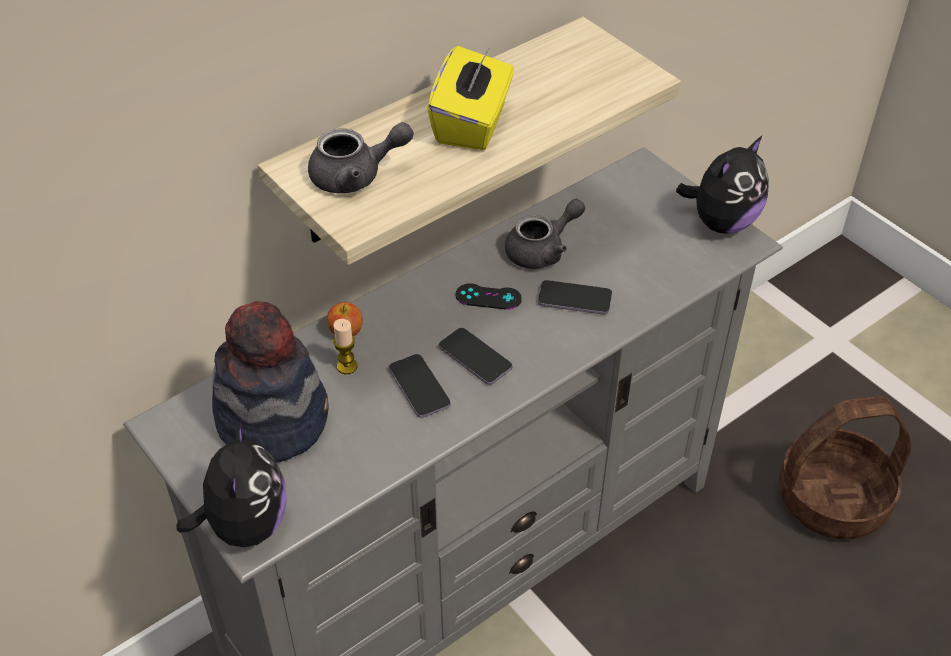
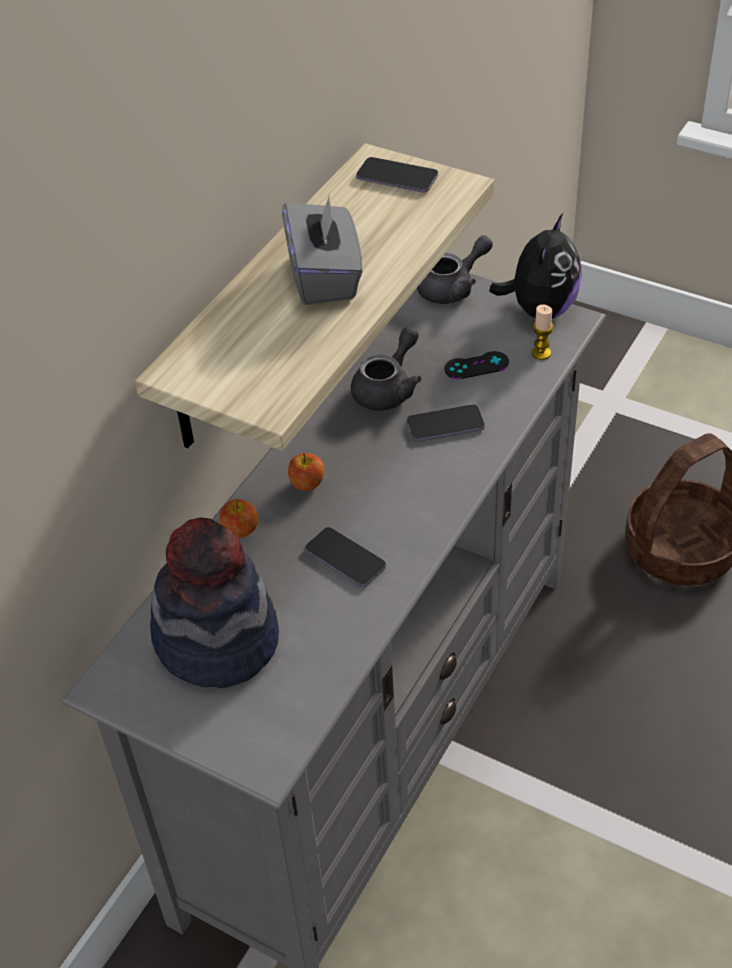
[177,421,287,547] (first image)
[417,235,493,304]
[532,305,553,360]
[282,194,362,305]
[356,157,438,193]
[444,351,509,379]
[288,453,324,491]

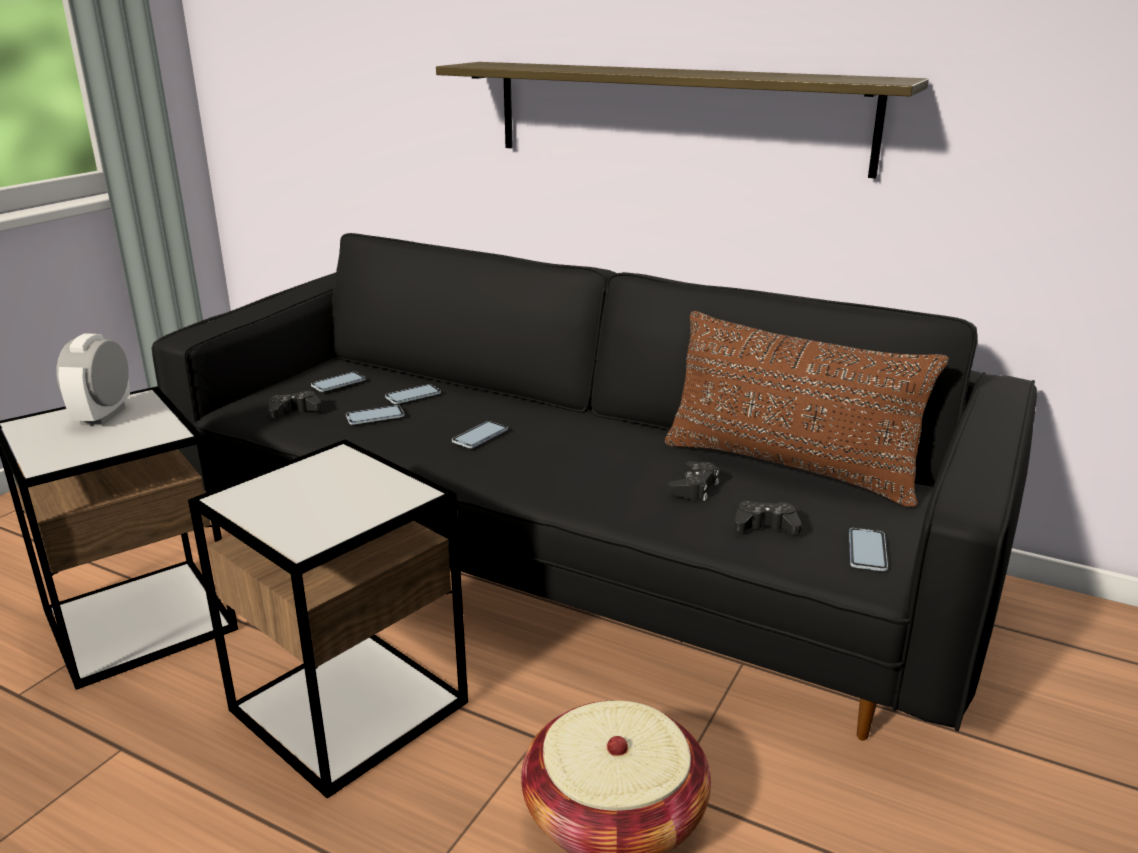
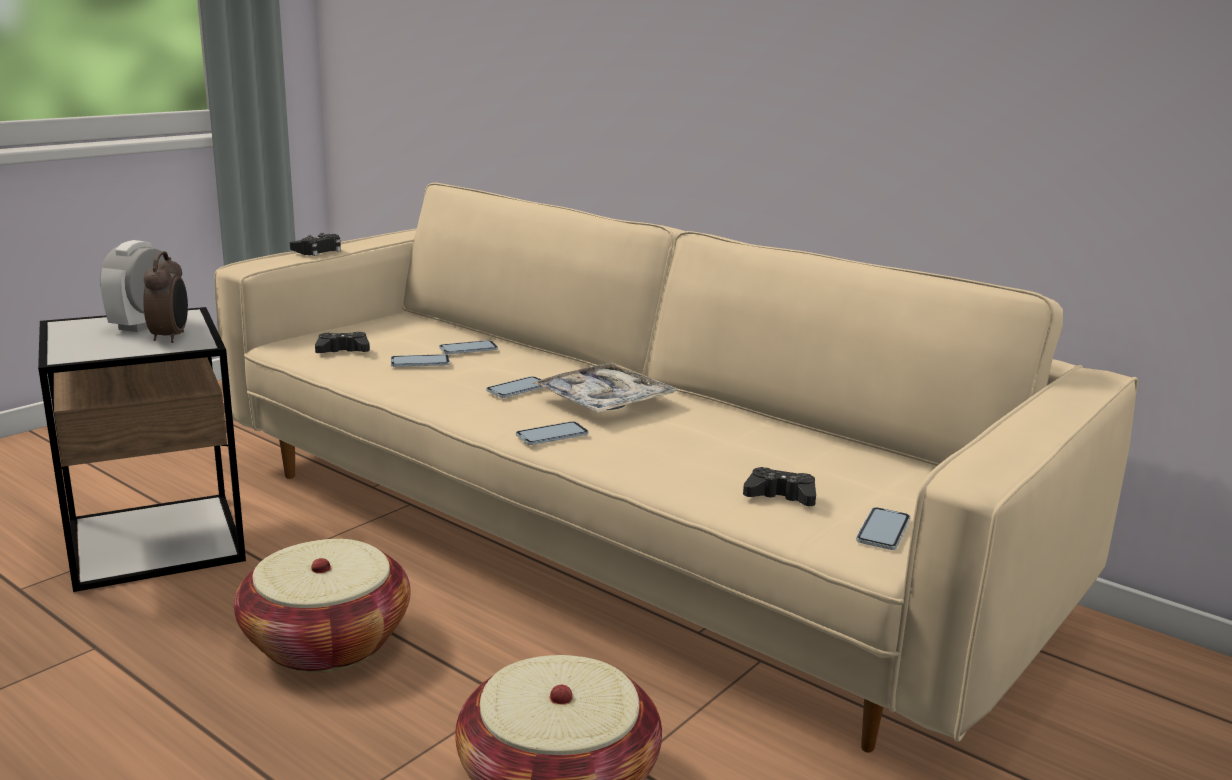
[214,183,1138,753]
[234,539,410,673]
[516,421,588,445]
[436,62,929,179] (first image)
[665,311,949,508] (first image)
[290,233,341,256]
[143,251,188,343]
[532,362,677,413]

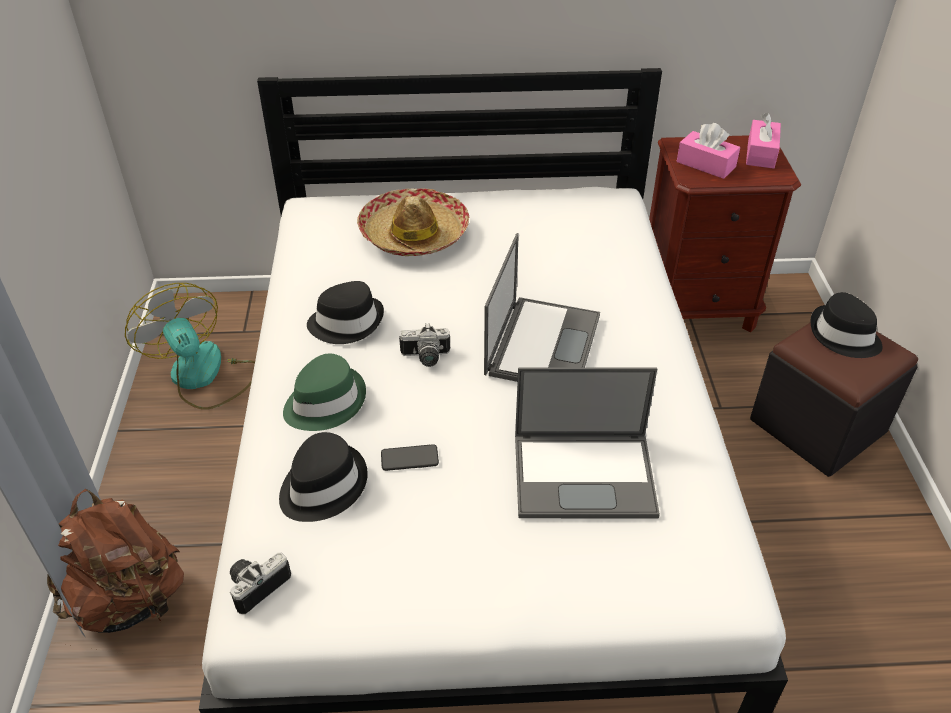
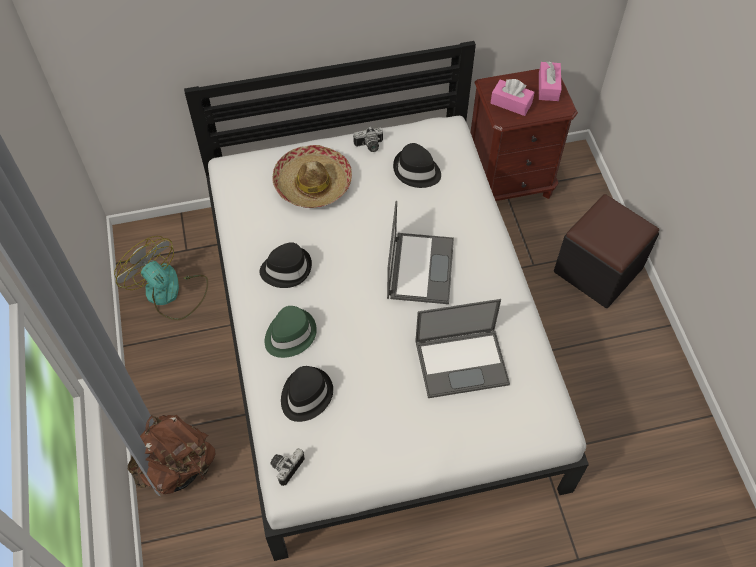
[381,444,439,471] (first image)
[353,126,383,152]
[393,143,441,188]

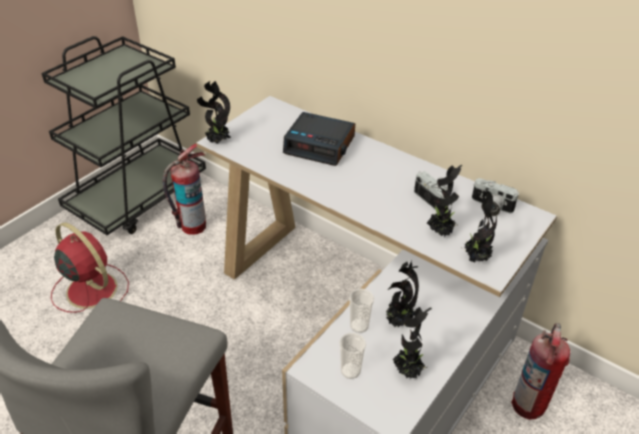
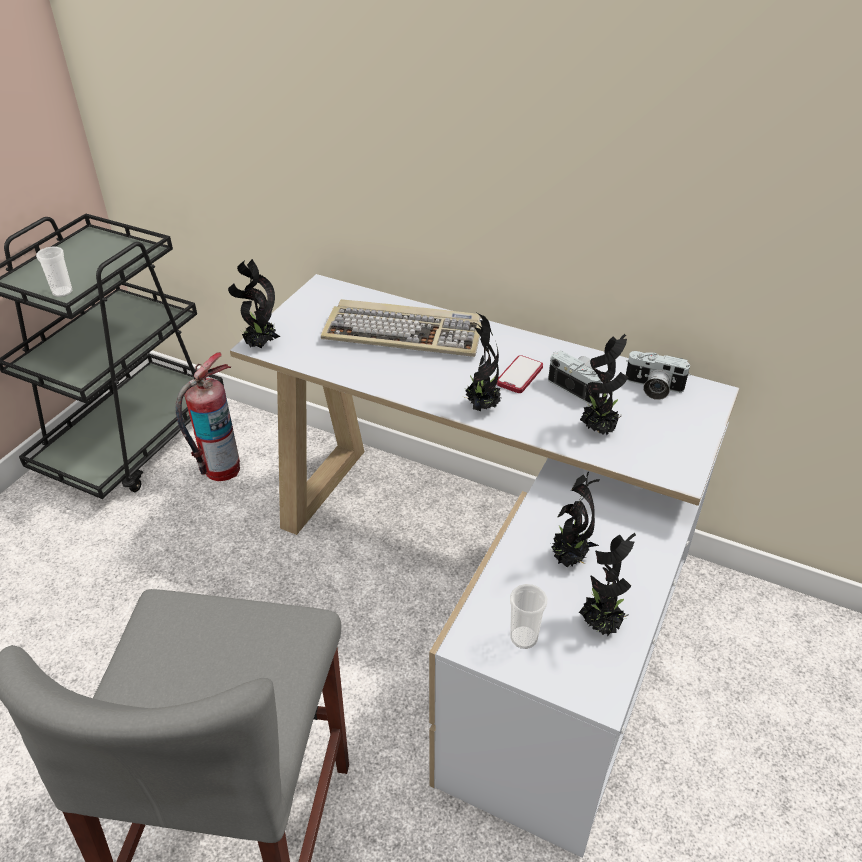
[51,222,129,313] (first image)
[321,299,482,357]
[36,247,72,297]
[465,313,501,411]
[511,323,570,419] (first image)
[497,355,543,393]

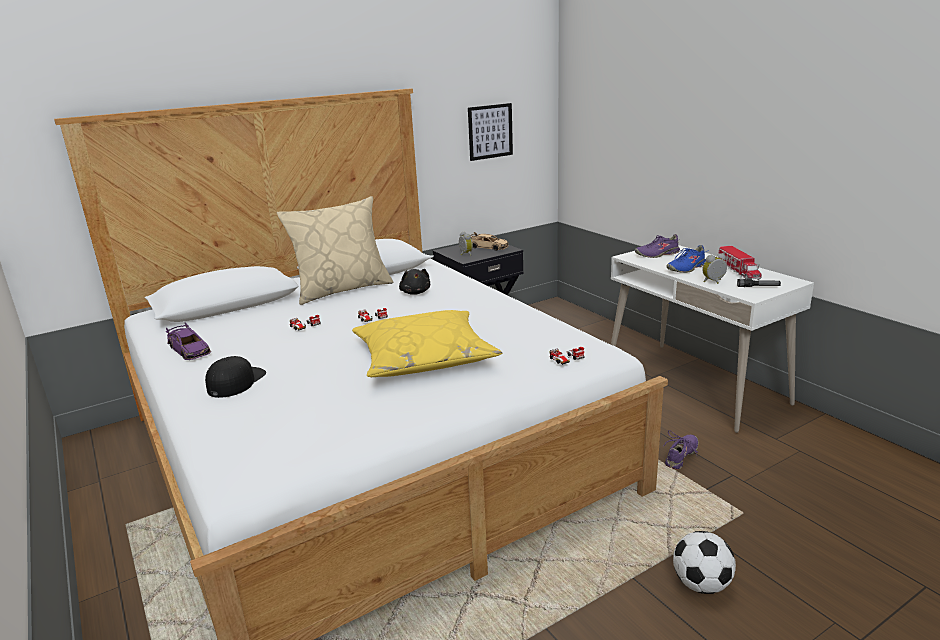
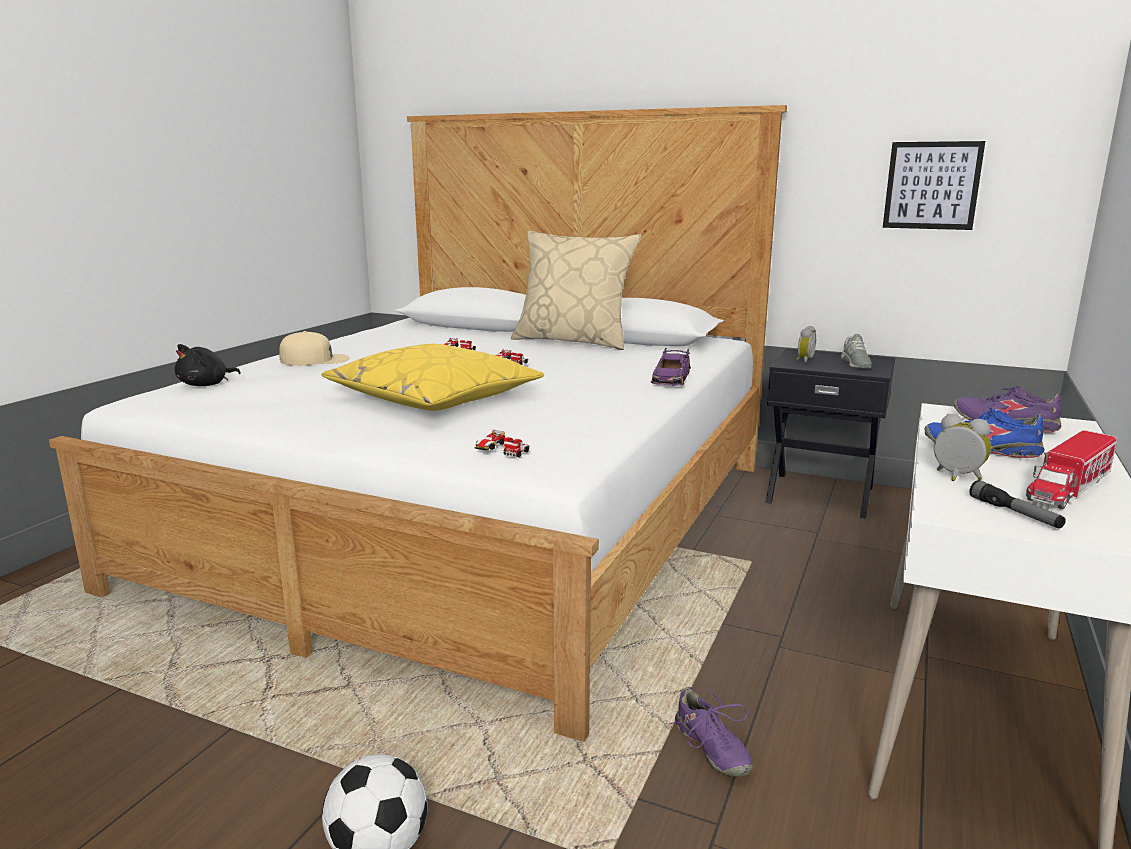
[651,348,691,386]
[279,331,349,366]
[175,344,241,386]
[841,334,872,368]
[669,687,753,777]

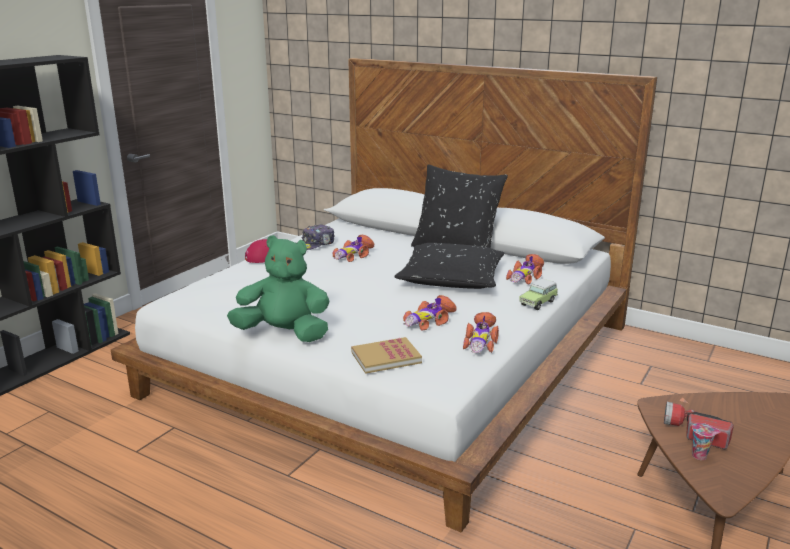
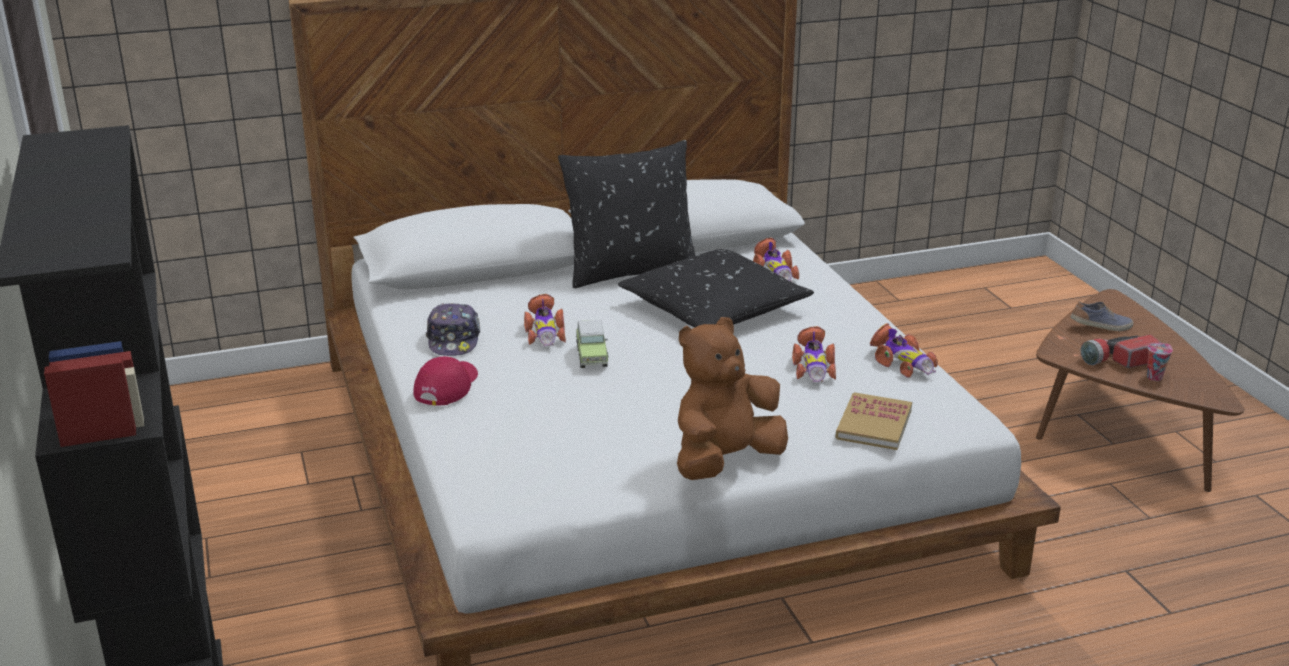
[677,317,788,480]
[576,320,608,368]
[1071,302,1133,331]

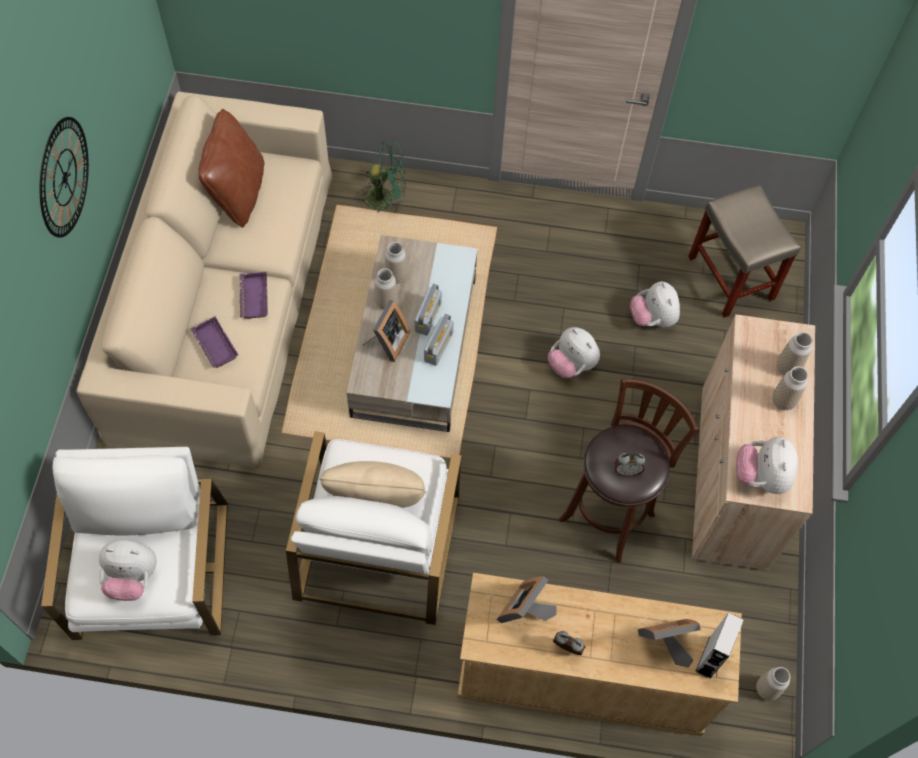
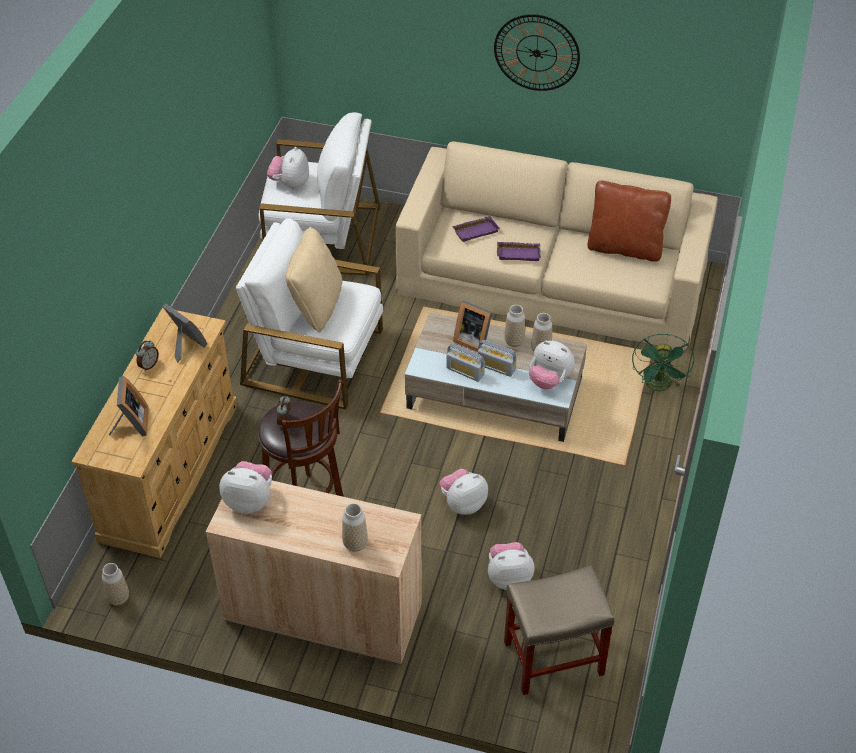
[695,612,743,679] (first image)
[772,366,808,410] (first image)
[529,341,575,389]

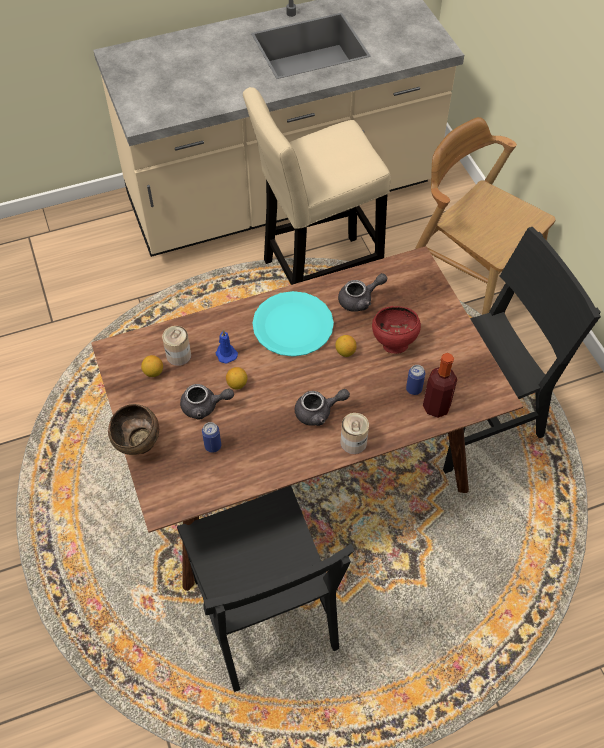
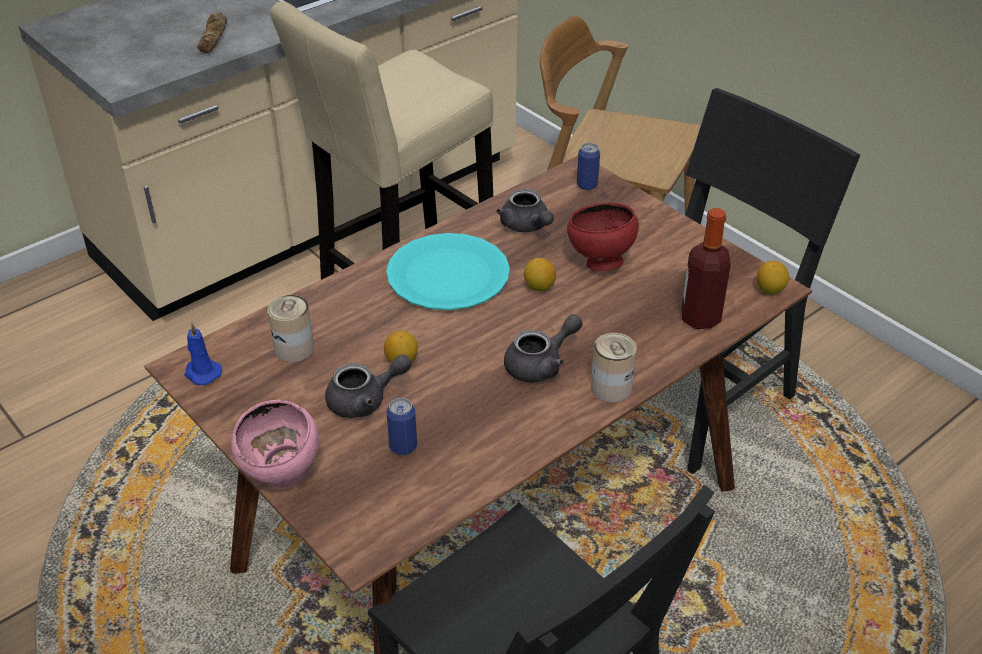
[231,400,319,488]
[757,261,789,295]
[184,323,222,385]
[496,189,554,232]
[577,143,600,190]
[197,12,227,53]

